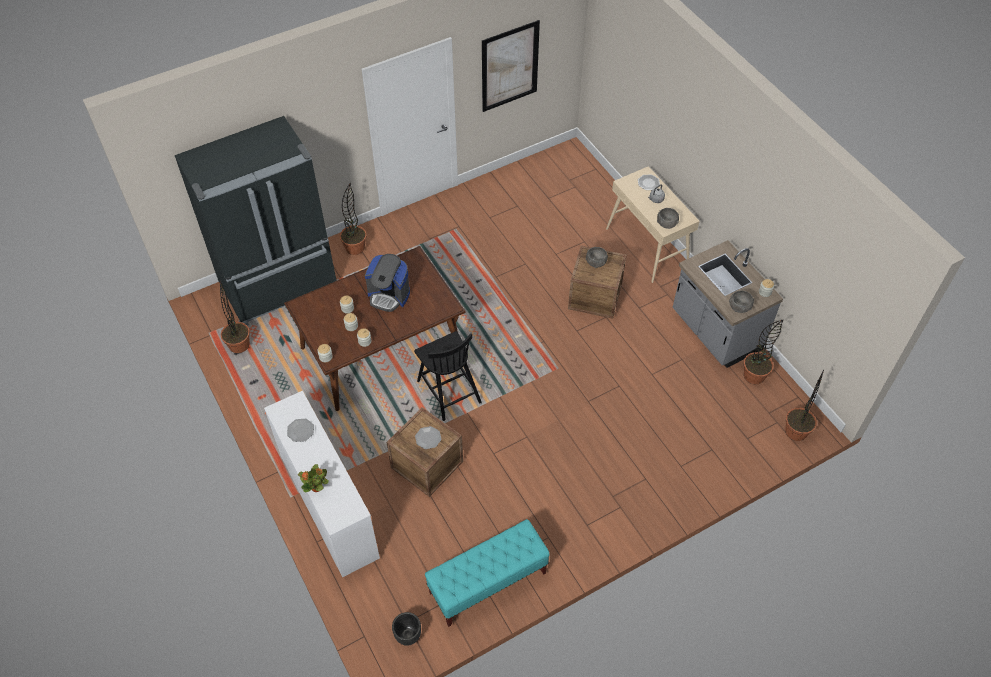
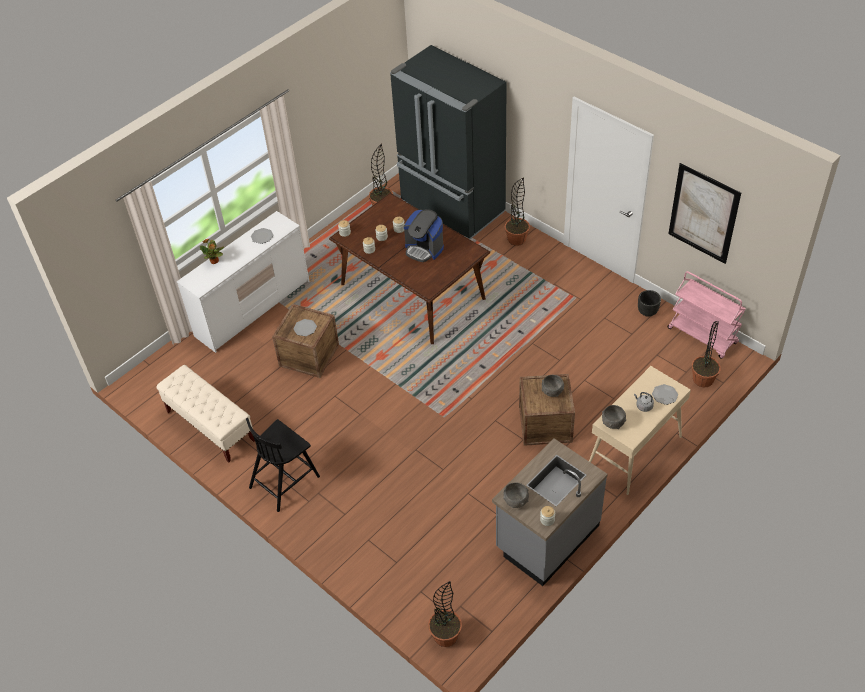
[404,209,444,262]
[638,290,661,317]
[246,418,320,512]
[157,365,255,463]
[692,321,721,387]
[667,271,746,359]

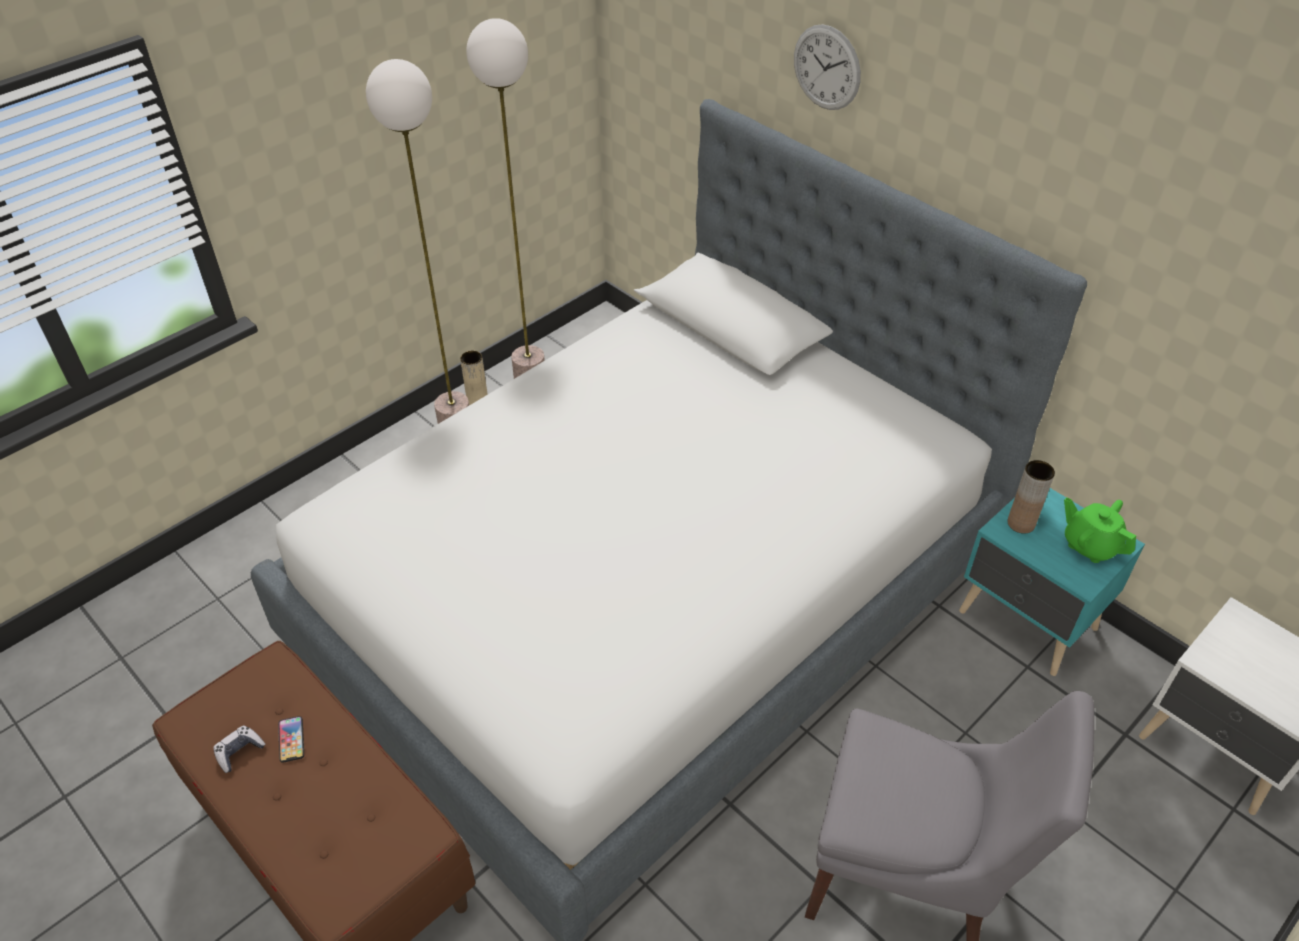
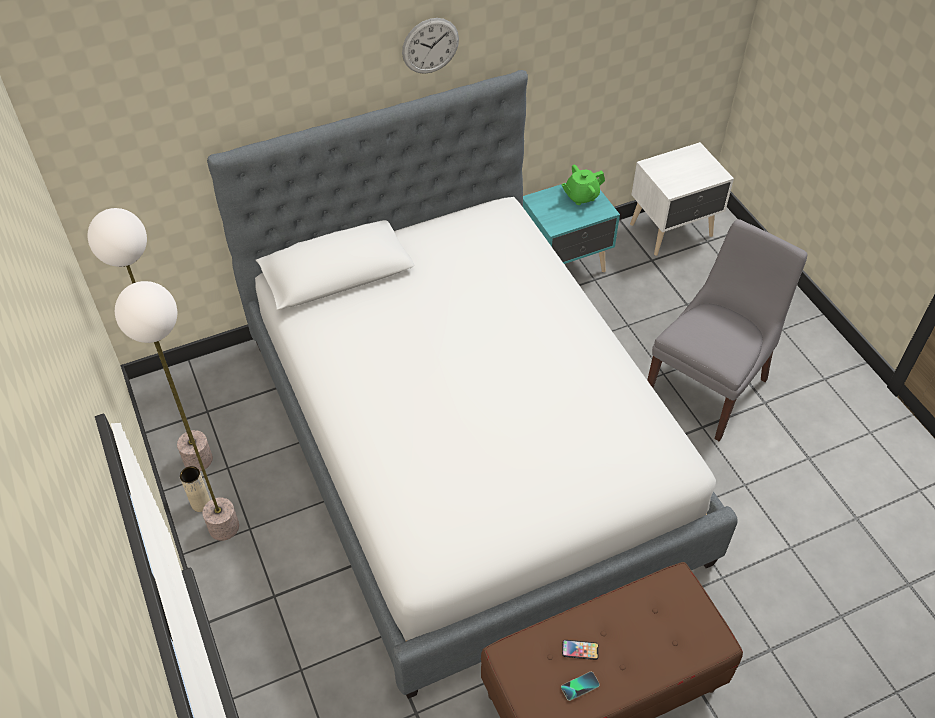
[561,672,600,701]
[402,18,459,74]
[1007,460,1055,534] (first image)

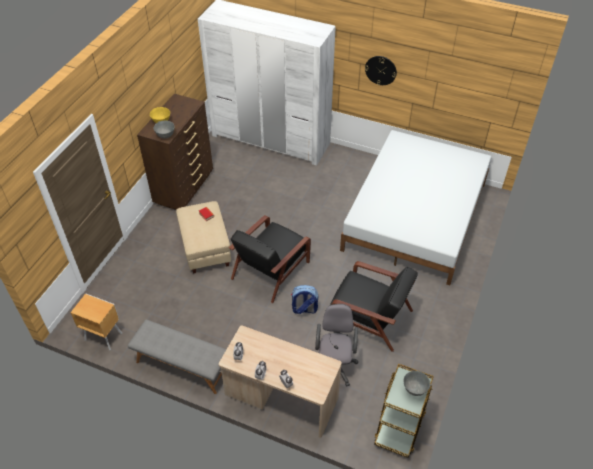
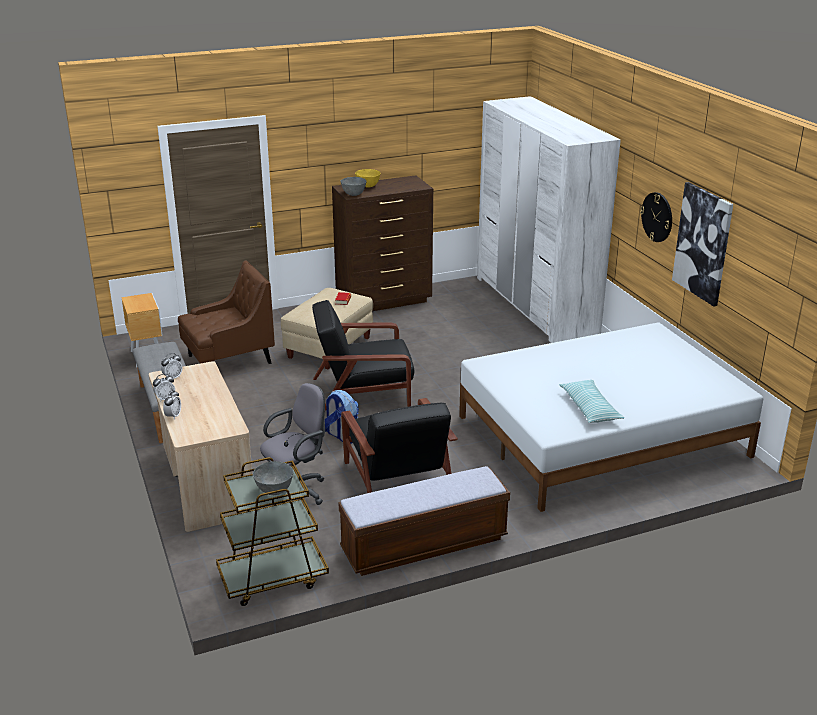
[178,260,275,364]
[338,466,510,576]
[560,380,624,423]
[672,182,733,307]

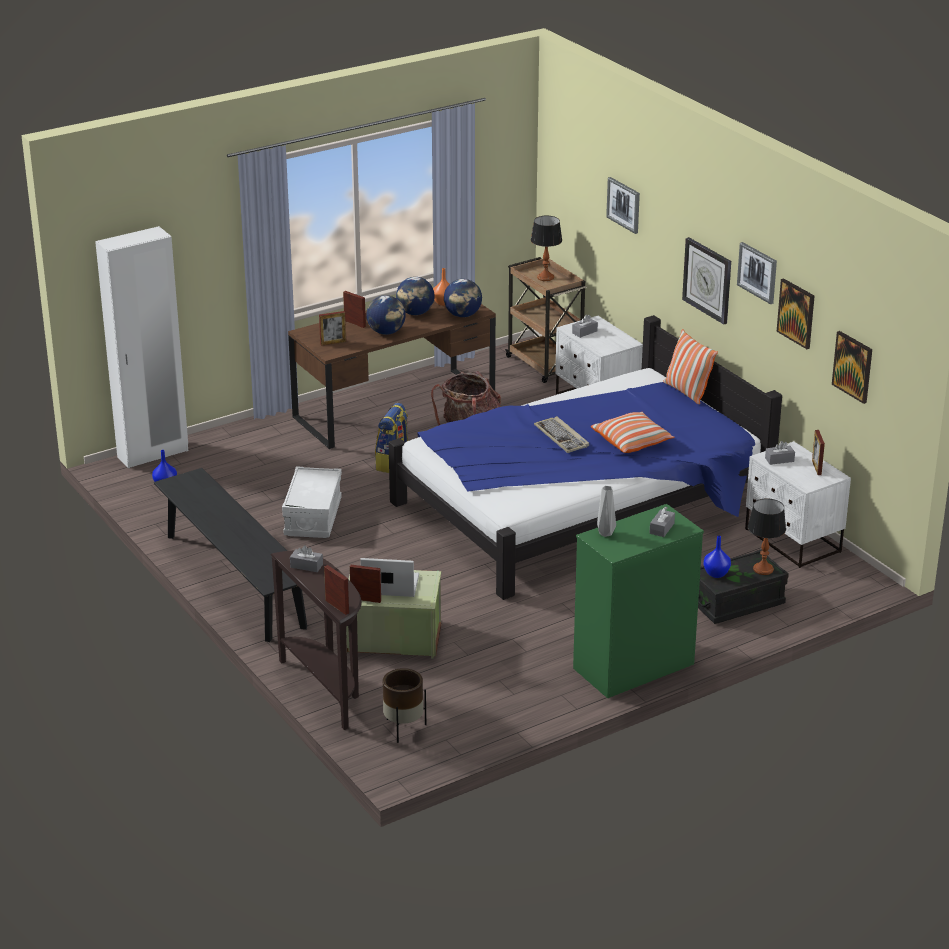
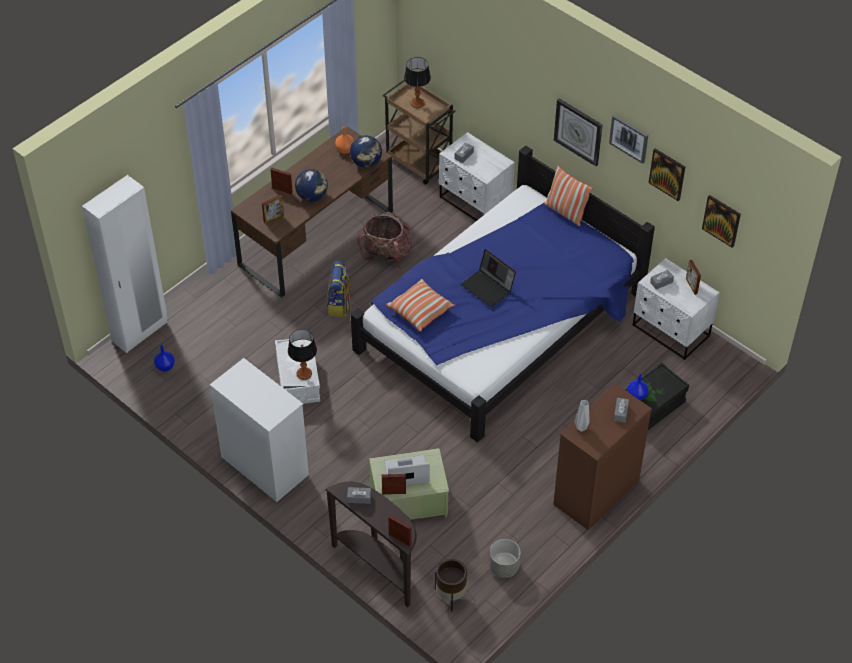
[210,358,309,502]
[396,277,435,315] (first image)
[461,249,516,307]
[553,383,652,530]
[386,279,455,331]
[606,177,640,234] (first image)
[288,329,317,380]
[489,539,520,578]

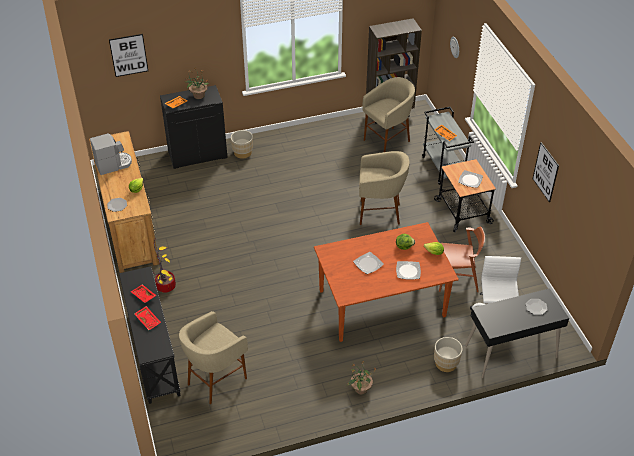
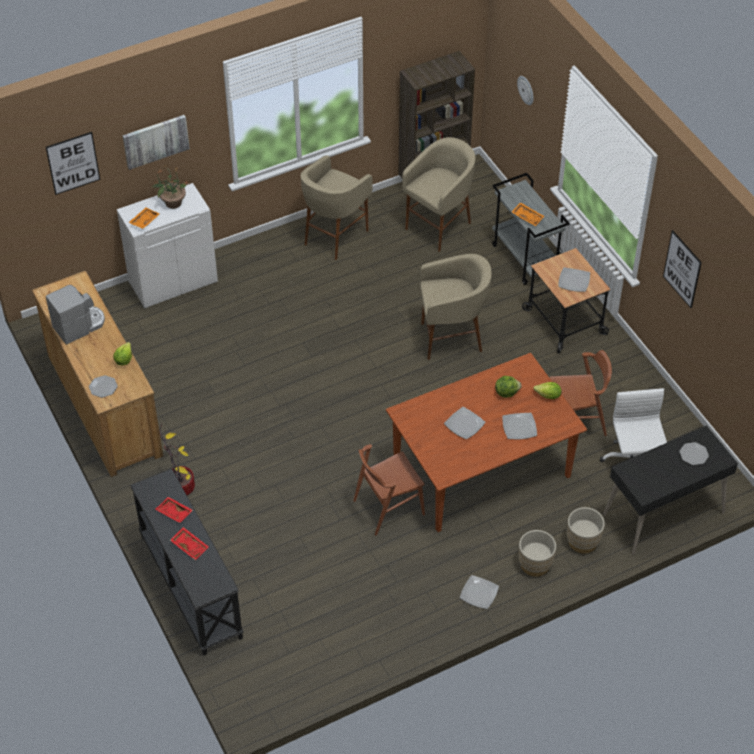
[117,183,218,309]
[301,155,372,260]
[518,530,556,577]
[460,575,499,609]
[123,115,190,170]
[353,444,425,536]

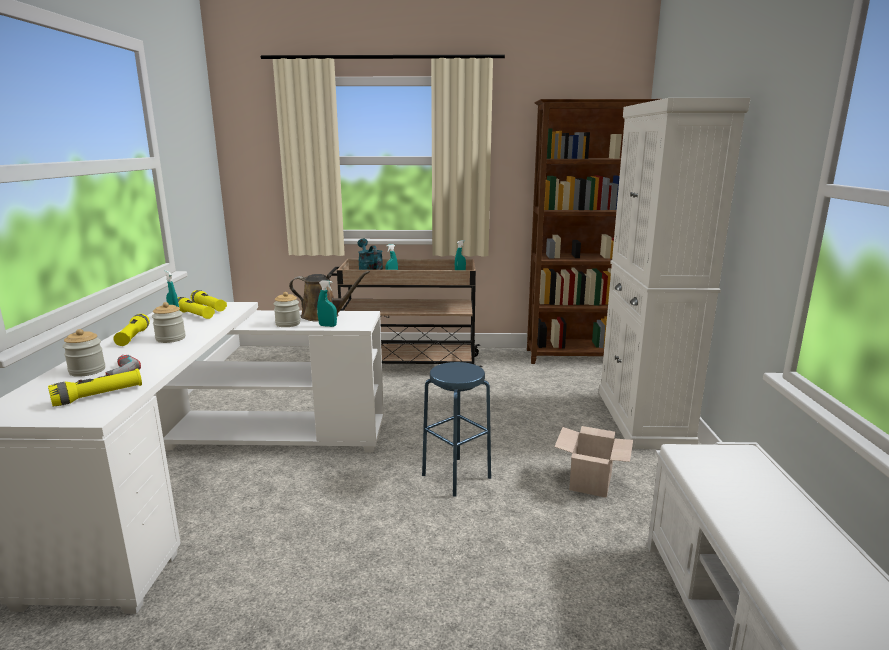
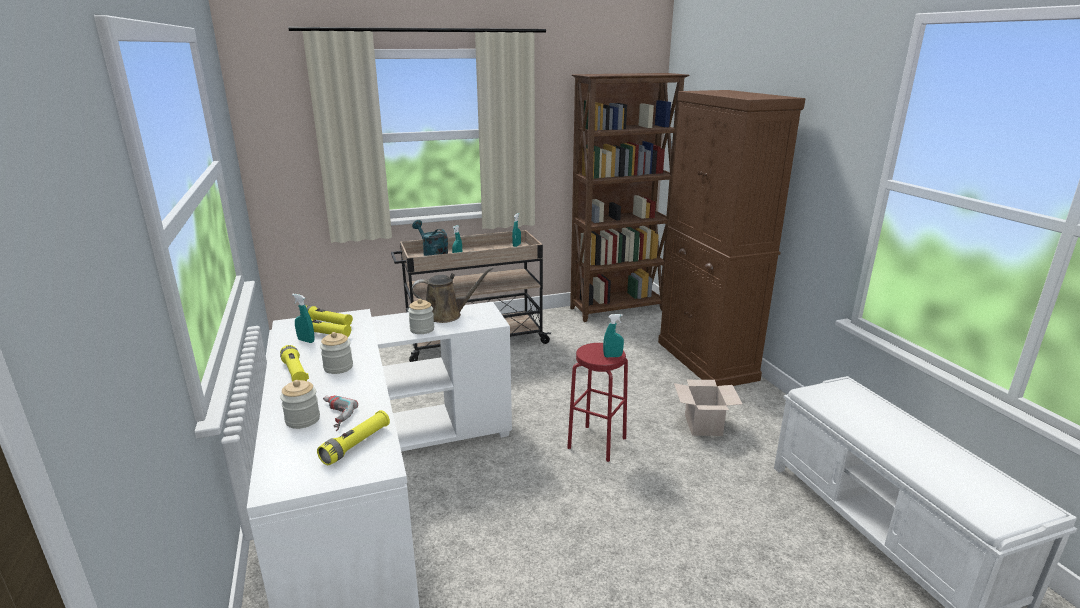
[603,314,624,357]
[567,343,628,462]
[658,90,805,386]

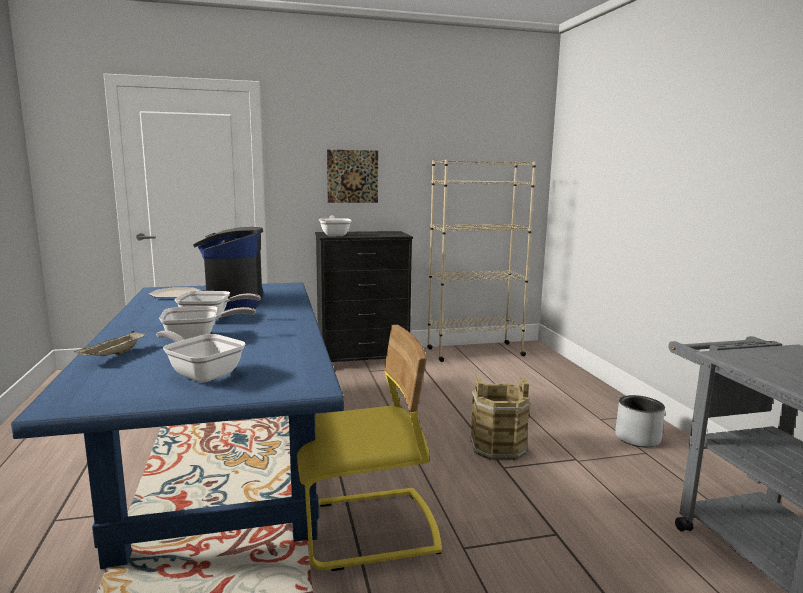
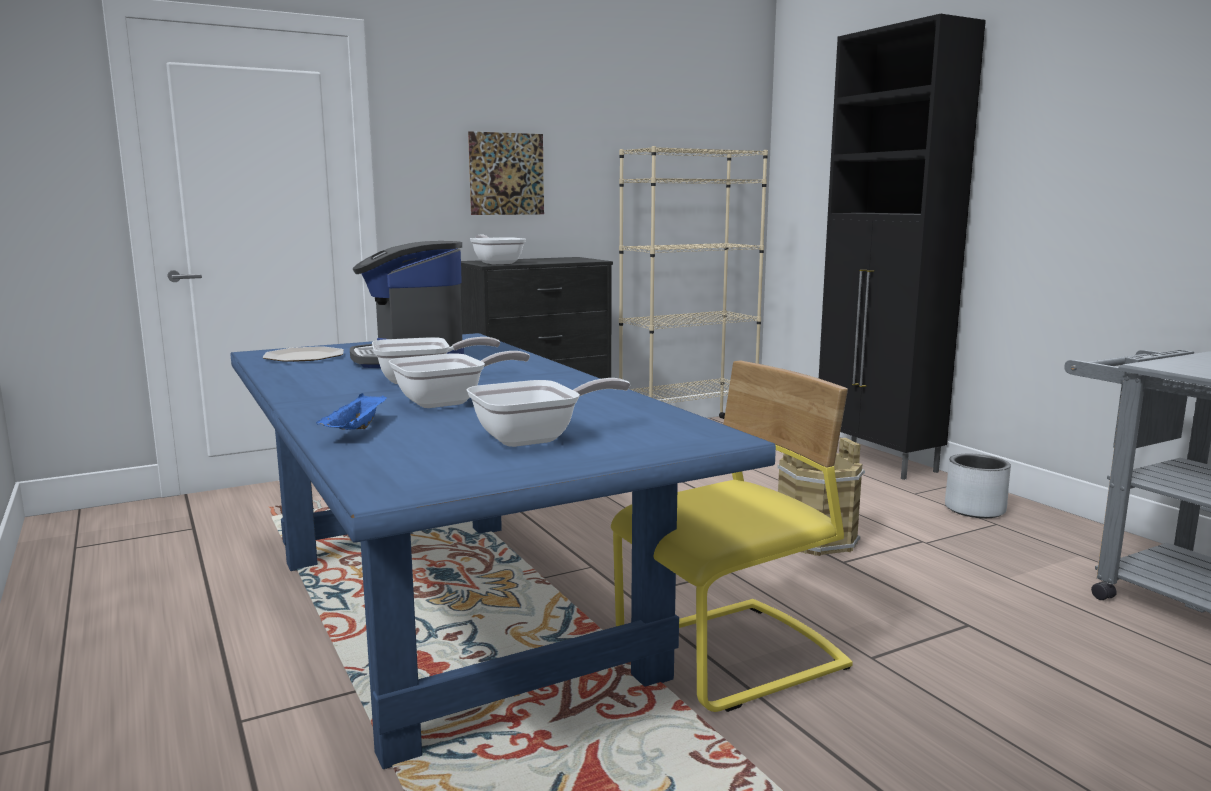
[316,393,387,430]
[467,378,630,447]
[819,14,986,480]

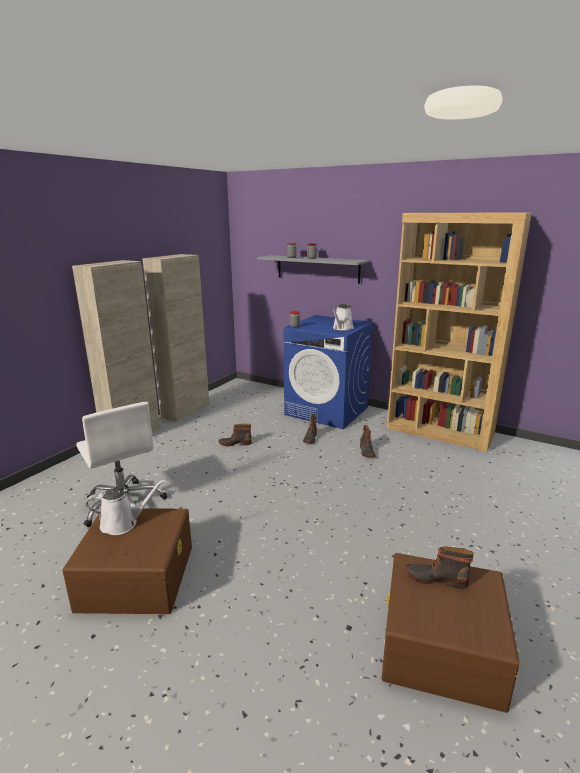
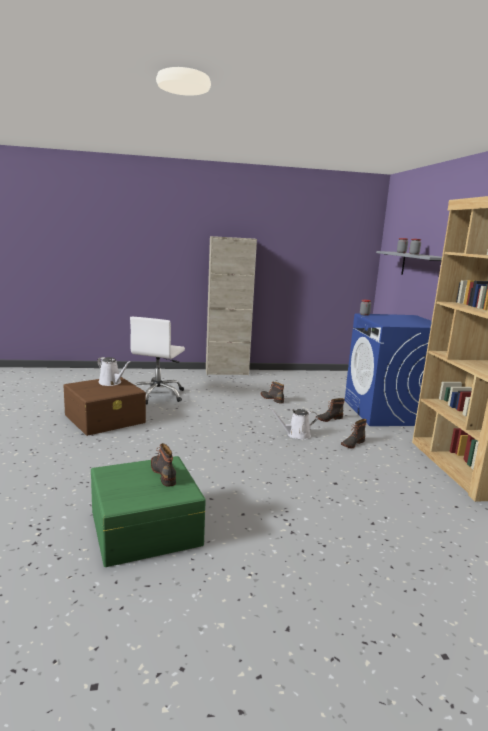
[142,254,209,422] (first image)
[269,407,318,440]
[91,456,206,567]

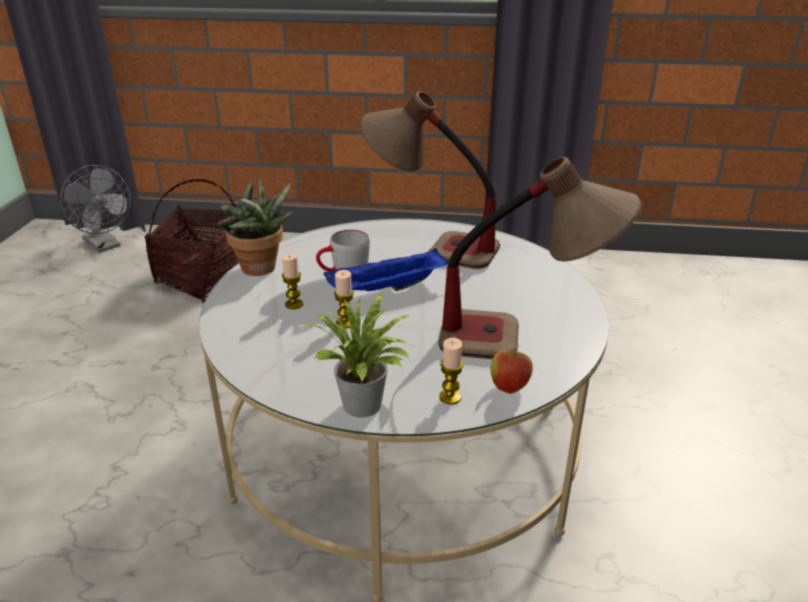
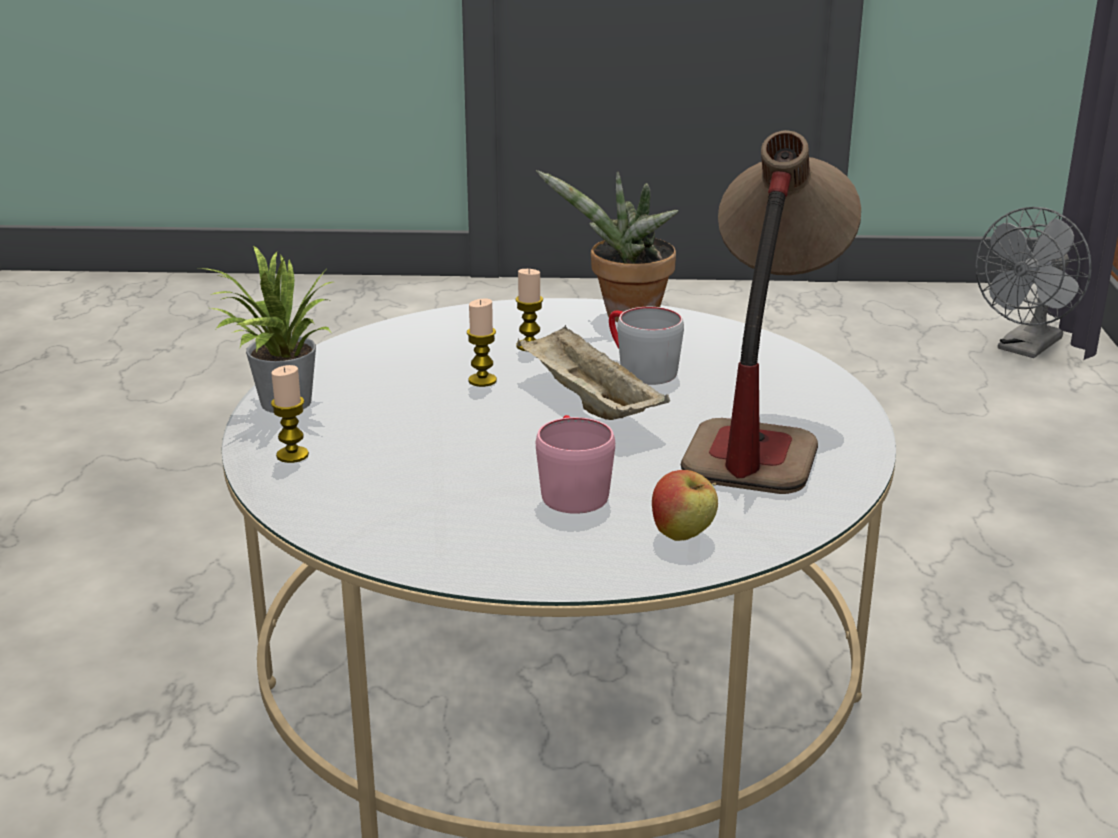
[145,179,239,302] (first image)
[517,325,670,420]
[439,157,641,359] (first image)
[652,470,718,541]
[536,415,615,514]

